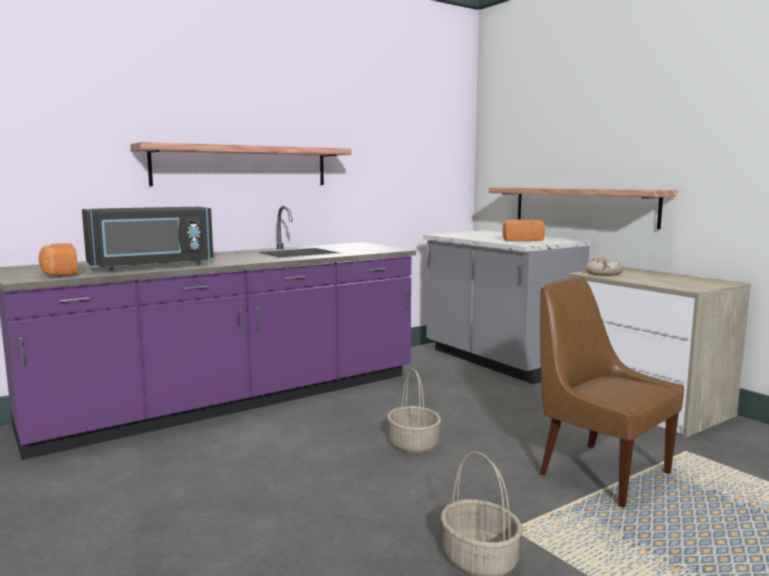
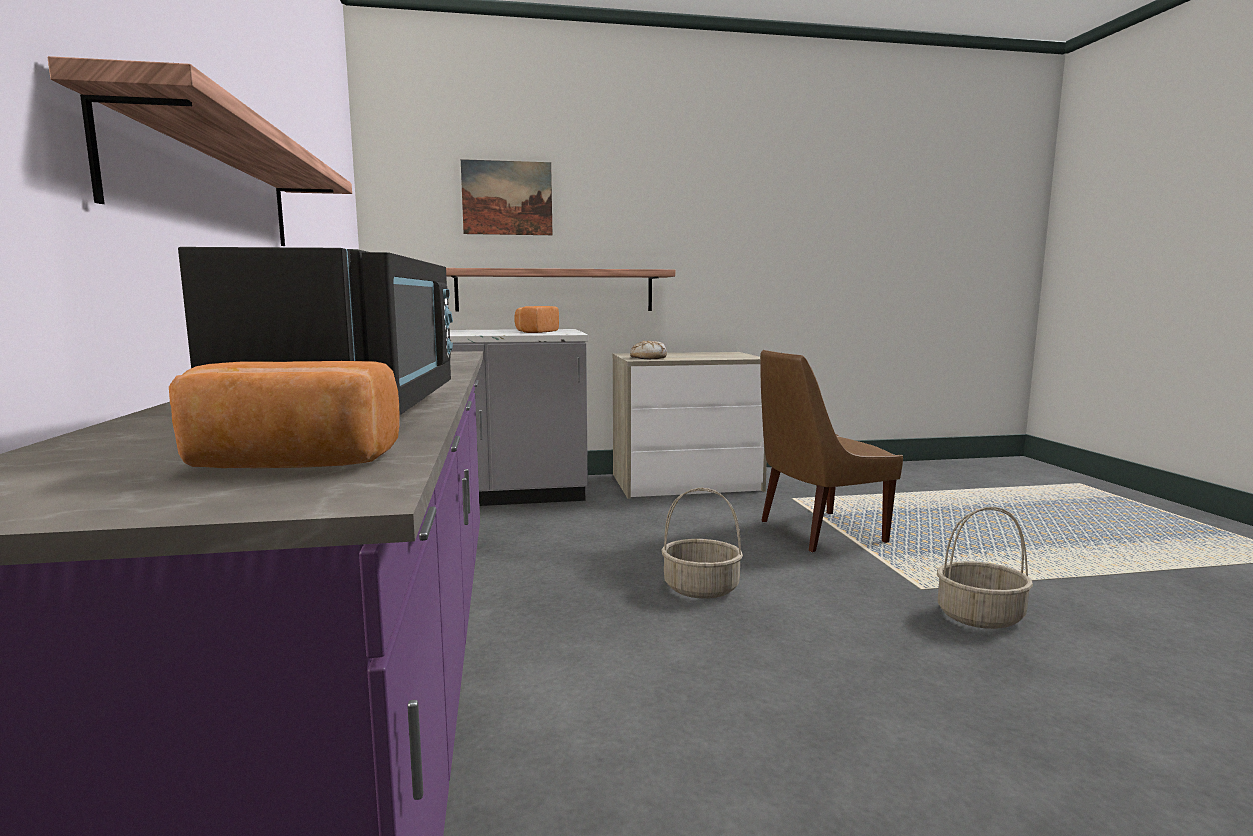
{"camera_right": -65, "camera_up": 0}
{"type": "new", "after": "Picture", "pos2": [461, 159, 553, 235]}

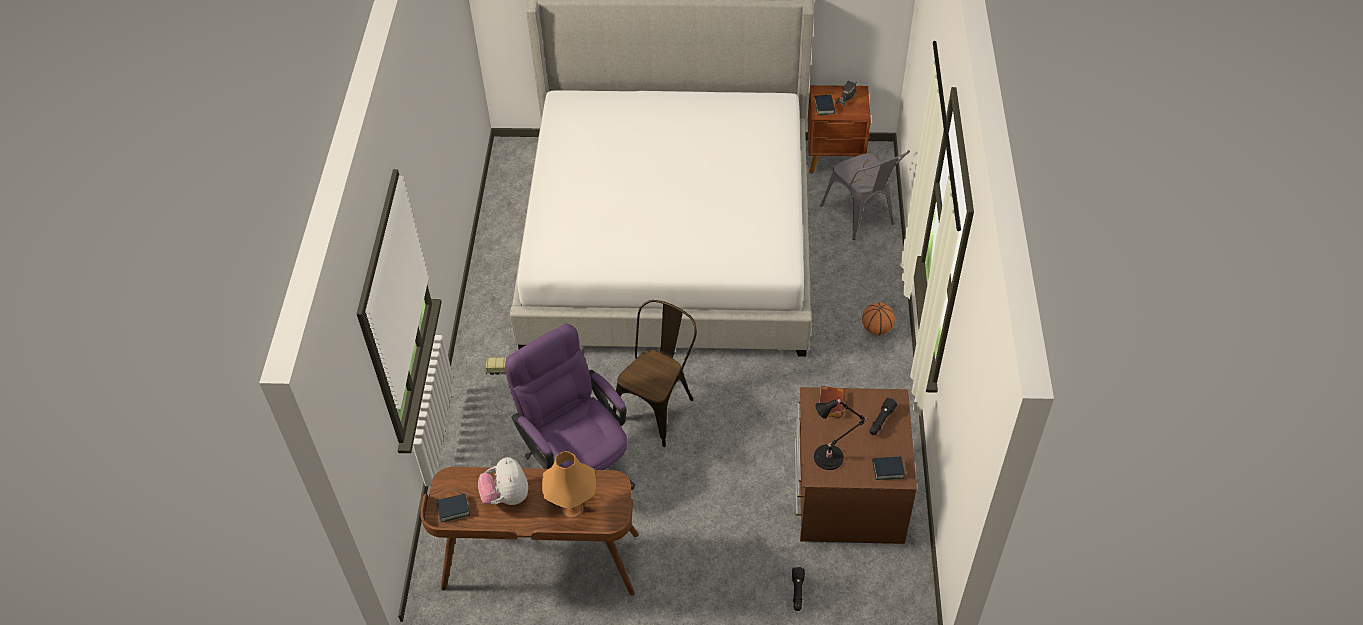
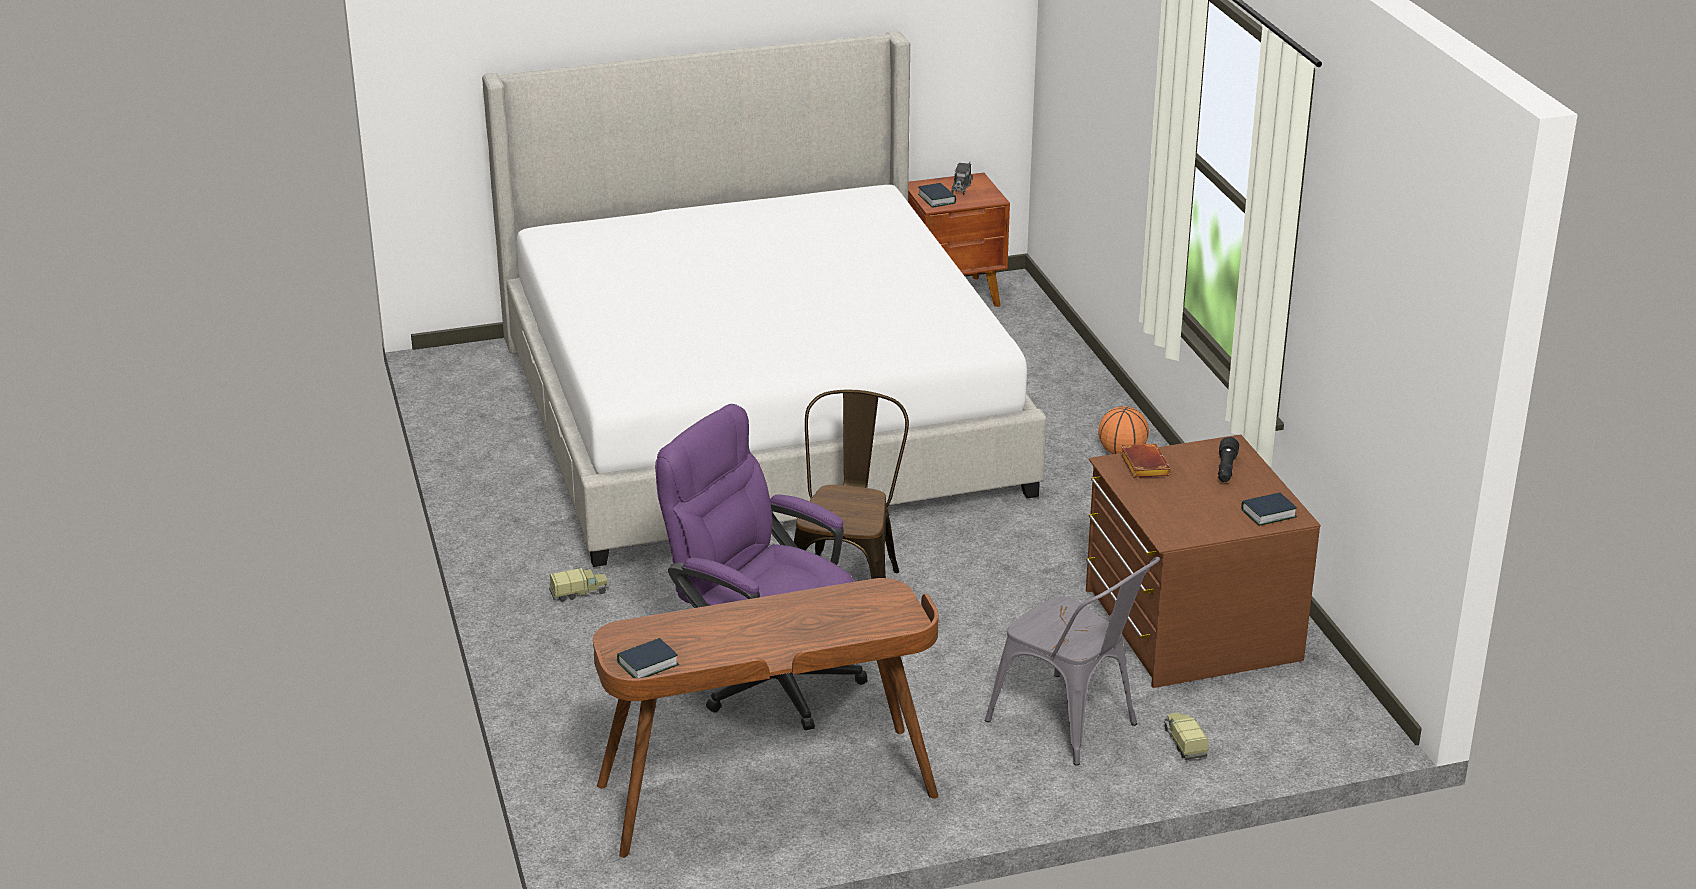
{"camera_right": -20, "camera_up": -20}
{"type": "shifted", "before": "GreyChair", "pos1": [820, 150, 910, 240], "pos2": [985, 557, 1160, 766]}
{"type": "gone", "before": "BlackTableLamp", "pos1": [814, 398, 867, 470]}
{"type": "gone", "before": "OrangeTableLamp", "pos1": [542, 451, 596, 518]}
{"type": "gone", "before": "PlushToy", "pos1": [478, 457, 528, 505]}
{"type": "swapped", "before": "BlackFlashlight", "after": "ToyTruck", "pos1": [792, 567, 805, 611], "pos2": [1164, 712, 1209, 760]}

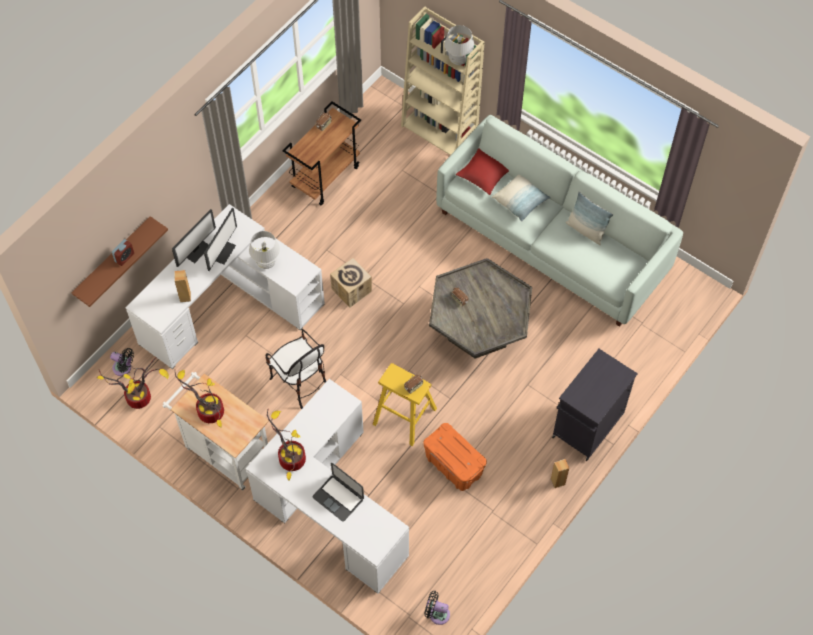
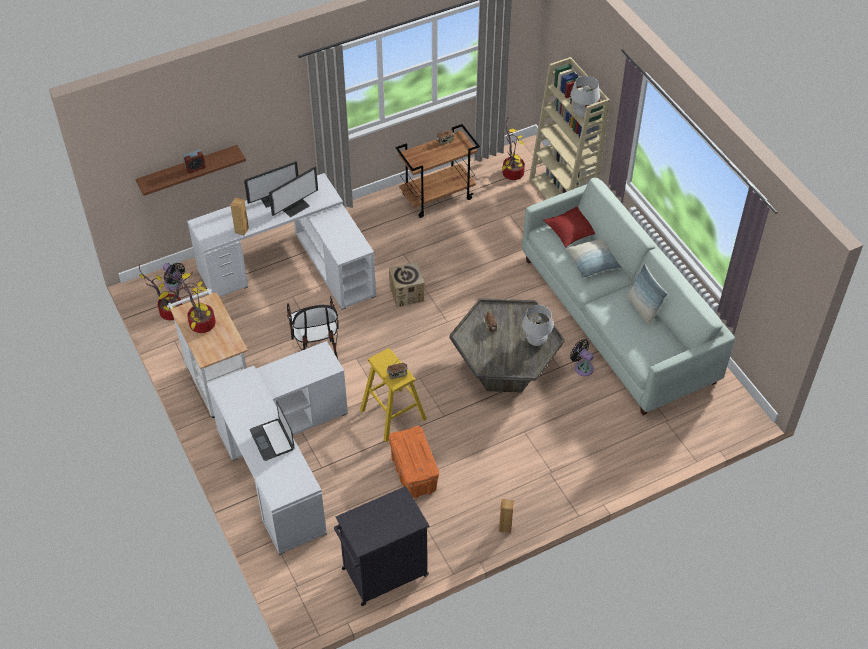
{"camera_right": 25, "camera_up": -10}
{"type": "shifted", "before": "WhiteTableLamp", "pos1": [249, 231, 280, 269], "pos2": [522, 305, 554, 346]}
{"type": "shifted", "before": "BlackCabinet", "pos1": [552, 349, 638, 461], "pos2": [334, 486, 429, 606]}
{"type": "shifted", "before": "PottedPlant", "pos1": [267, 410, 306, 480], "pos2": [502, 118, 525, 180]}
{"type": "shifted", "before": "BlackFan", "pos1": [424, 591, 450, 625], "pos2": [570, 339, 594, 376]}

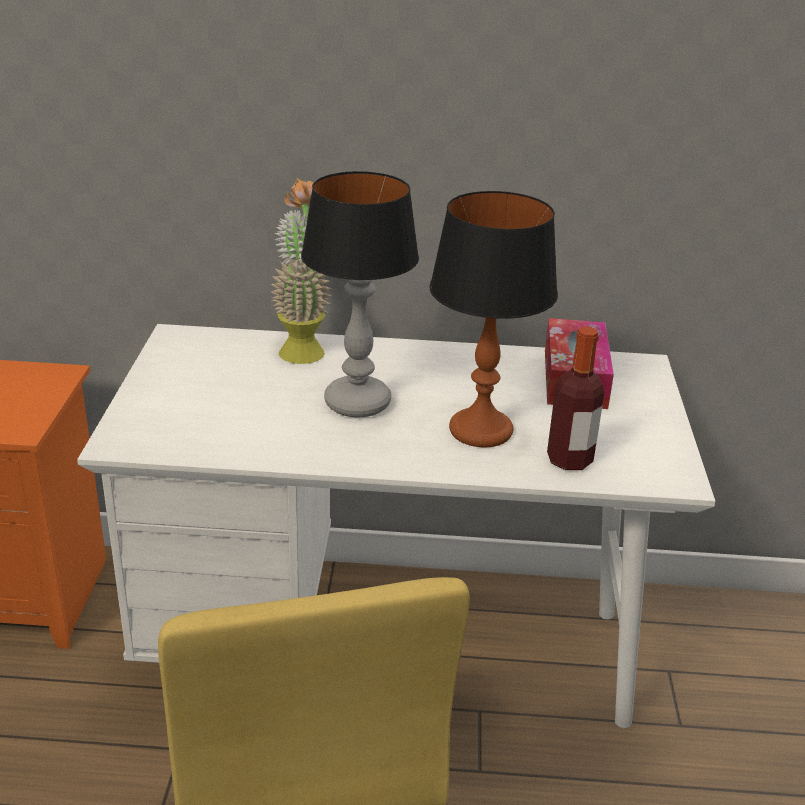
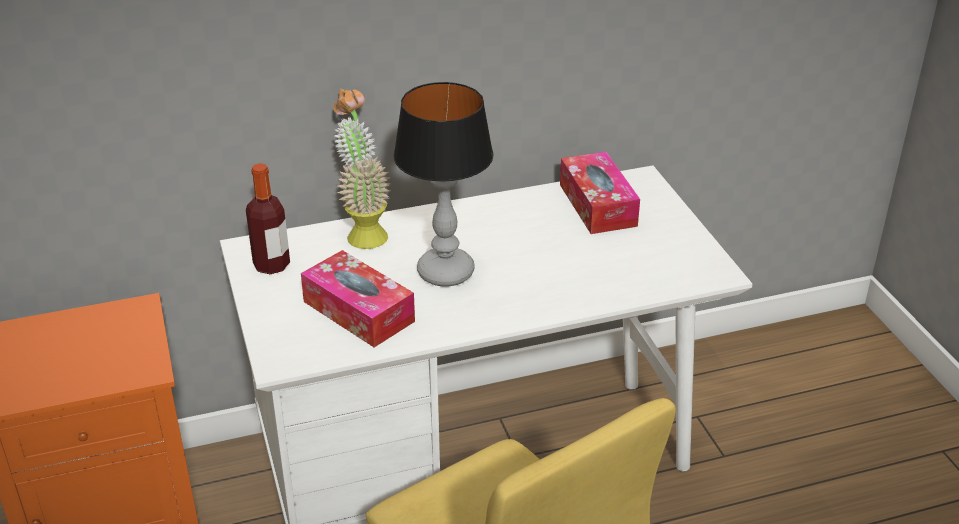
{"camera_right": -20, "camera_up": 5}
{"type": "gone", "before": "TableLamp", "pos1": [429, 191, 558, 447]}
{"type": "shifted", "before": "Bottle", "pos1": [547, 327, 604, 470], "pos2": [246, 163, 290, 274]}
{"type": "new", "after": "TissueBox", "pos2": [301, 250, 415, 347]}

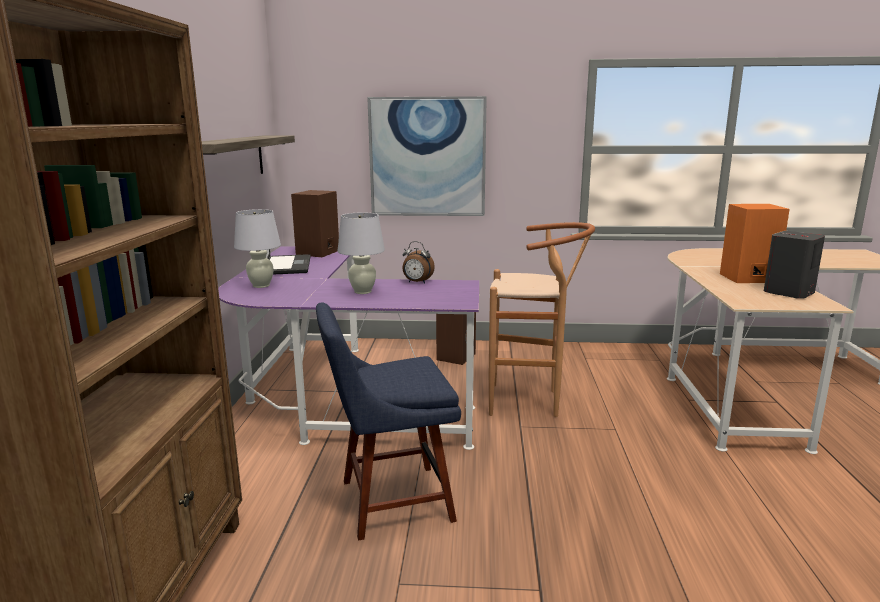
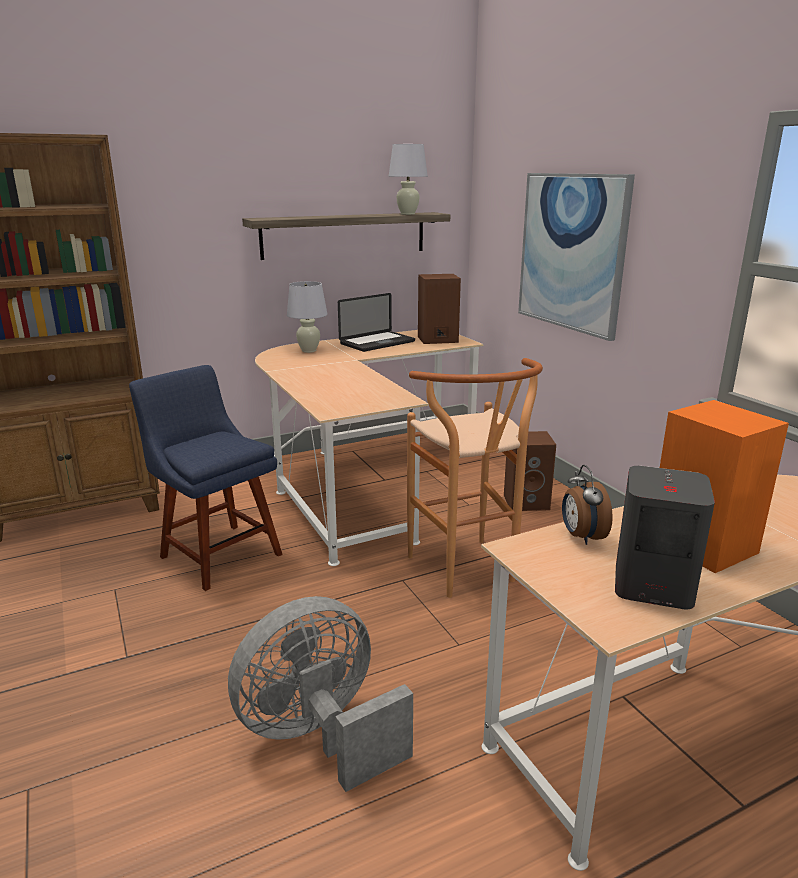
{"camera_right": 60, "camera_up": 5}
{"type": "shifted", "before": "WhiteTableLamp", "pos1": [338, 212, 385, 294], "pos2": [389, 144, 428, 215]}
{"type": "shifted", "before": "AlarmClock", "pos1": [402, 241, 435, 284], "pos2": [562, 465, 613, 545]}
{"type": "repainted", "before": "PurpleDesk", "after": "BeigeDesk", "pos1": [218, 246, 479, 450], "pos2": [255, 330, 483, 566]}
{"type": "new", "after": "GreyFan", "pos2": [228, 596, 413, 792]}

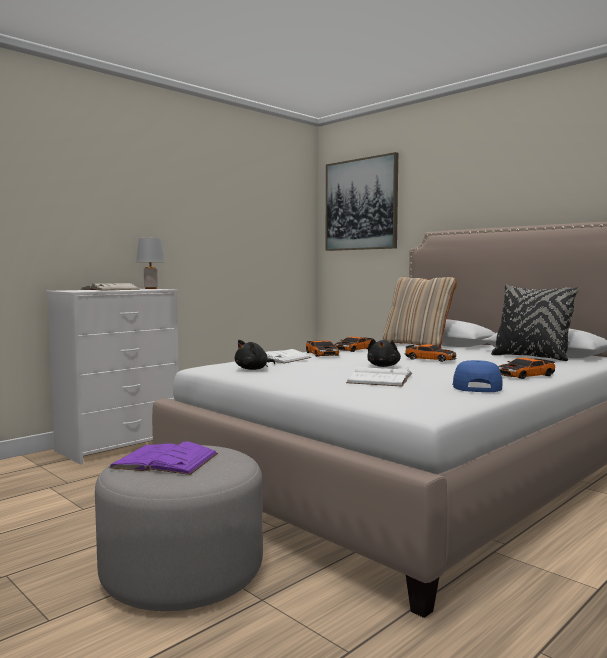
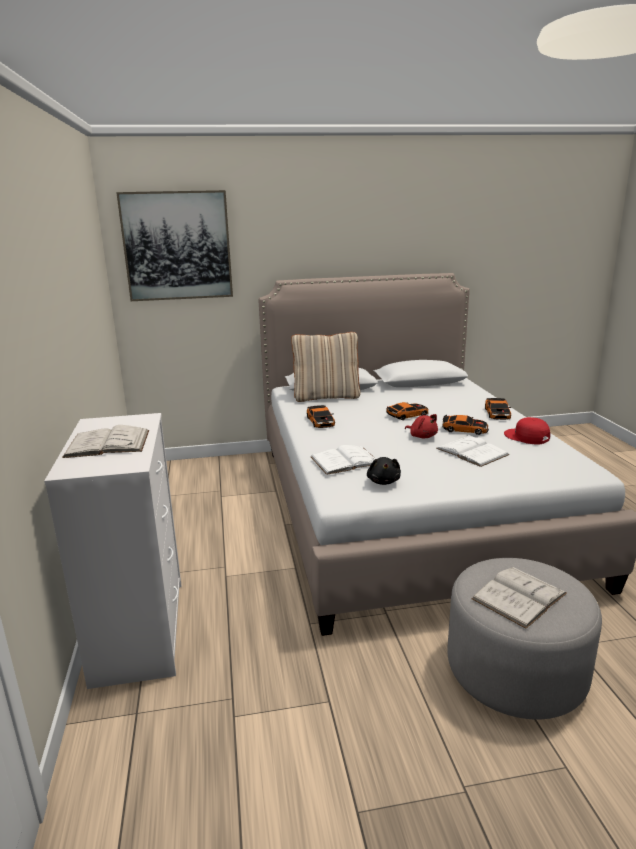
{"camera_right": -55, "camera_up": 15}
{"type": "gone", "before": "GreyTableLamp", "pos1": [136, 238, 165, 289]}
{"type": "gone", "before": "BlackPillow", "pos1": [491, 285, 579, 361]}
{"type": "repainted", "before": "BlackPlushToy", "after": "RedPlushToy", "pos1": [367, 339, 401, 367], "pos2": [405, 414, 438, 438]}
{"type": "shifted", "before": "ToyCar", "pos1": [306, 341, 339, 357], "pos2": [442, 415, 489, 435]}
{"type": "repainted", "before": "BlueCap", "after": "RedCap", "pos1": [452, 360, 503, 392], "pos2": [504, 417, 550, 444]}
{"type": "repainted", "before": "PurpleBook", "after": "WhiteBook", "pos1": [108, 441, 218, 475], "pos2": [471, 567, 567, 629]}

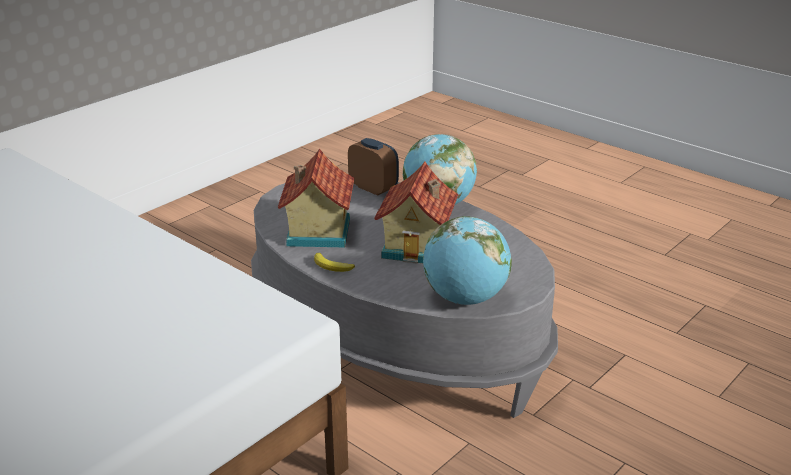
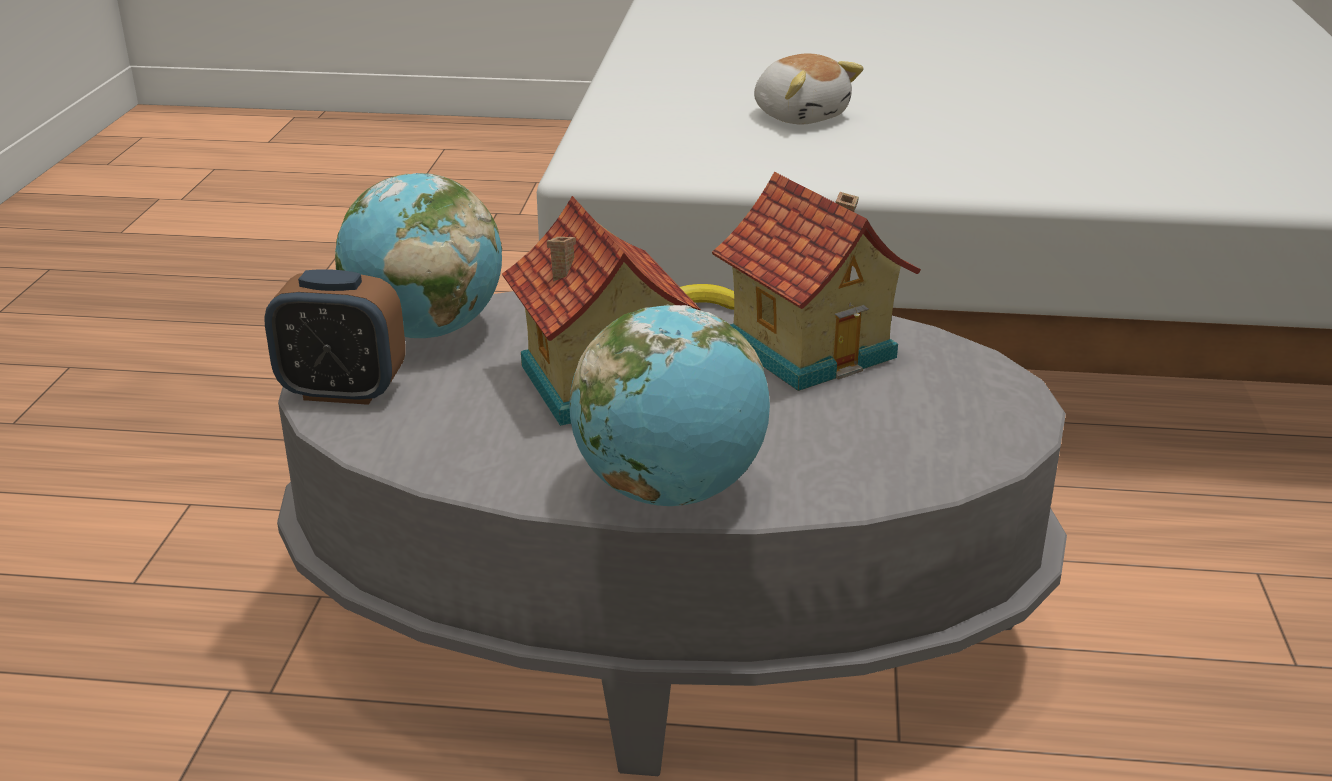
{"camera_right": 145, "camera_up": 0}
{"type": "shifted", "before": "AlarmClock", "pos1": [348, 138, 399, 196], "pos2": [264, 269, 406, 405]}
{"type": "new", "after": "PlushToy", "pos2": [754, 53, 864, 124]}

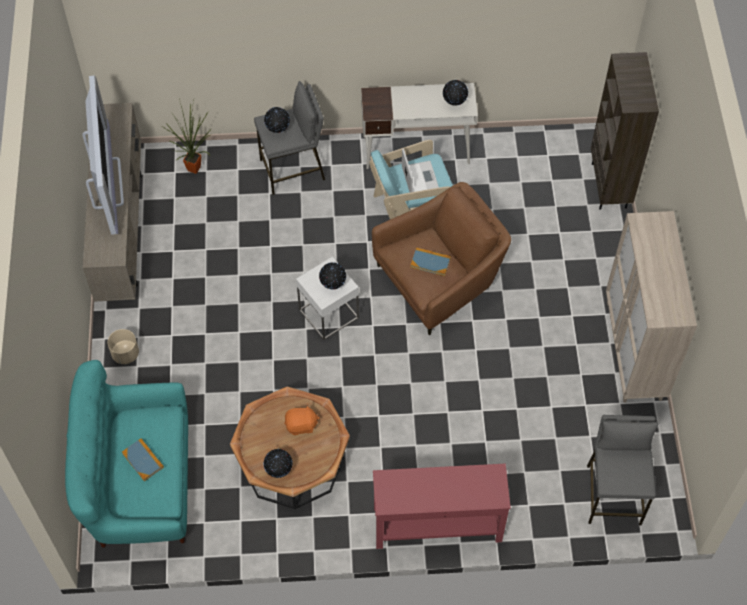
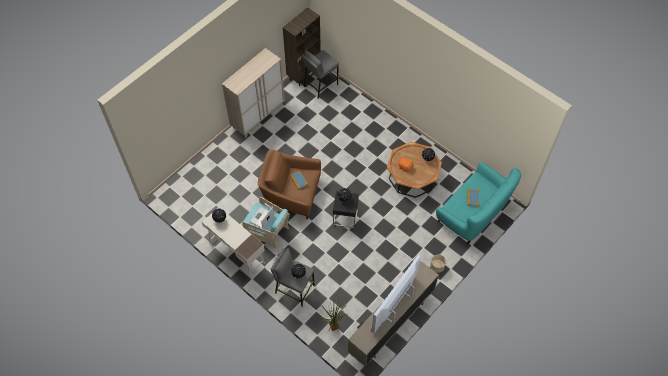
{"camera_right": -135, "camera_up": 0}
{"type": "shifted", "before": "BrownBookcase", "pos1": [591, 52, 659, 210], "pos2": [283, 7, 321, 86]}
{"type": "repainted", "before": "WhiteSideTable", "after": "BlackSideTable", "pos1": [296, 256, 359, 340], "pos2": [333, 191, 359, 228]}
{"type": "gone", "before": "RedConsoleTable", "pos1": [373, 463, 511, 549]}

